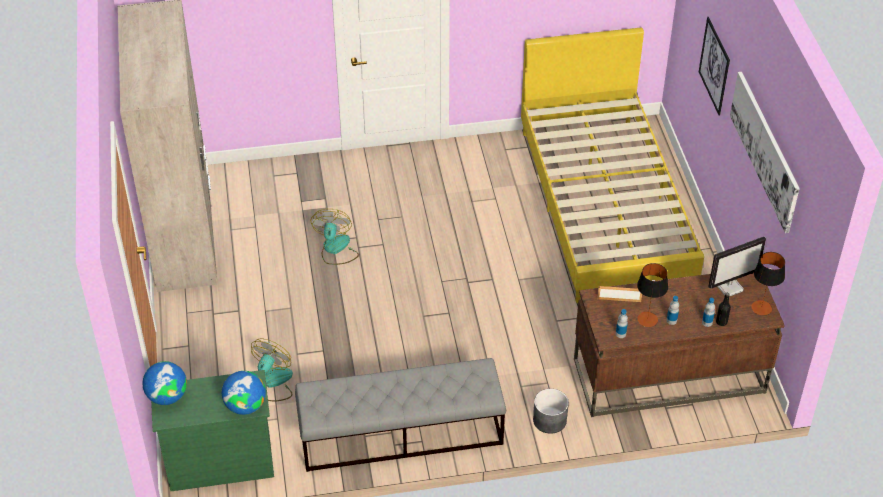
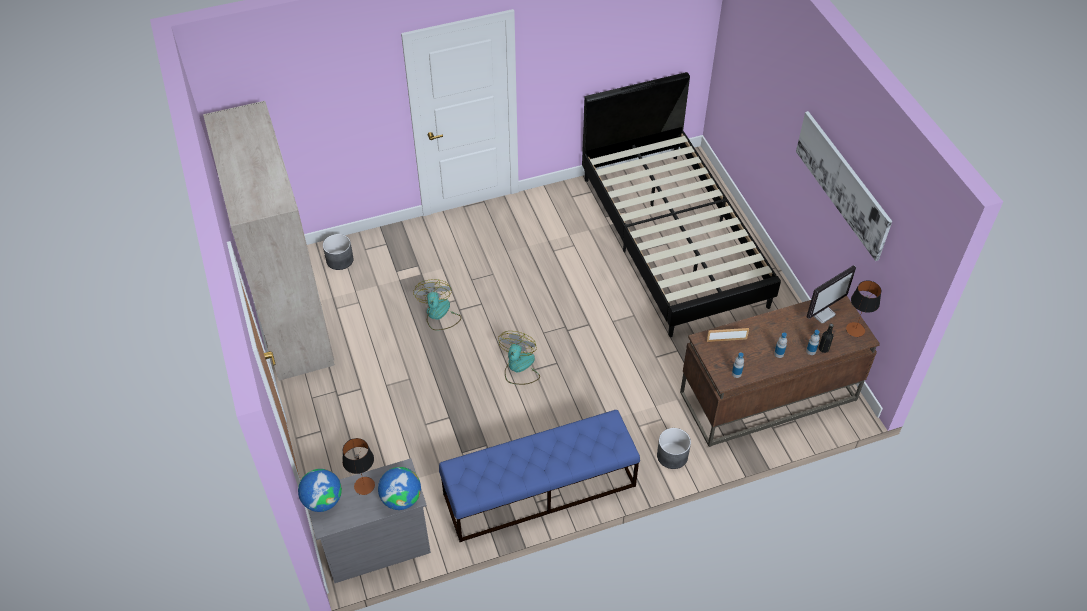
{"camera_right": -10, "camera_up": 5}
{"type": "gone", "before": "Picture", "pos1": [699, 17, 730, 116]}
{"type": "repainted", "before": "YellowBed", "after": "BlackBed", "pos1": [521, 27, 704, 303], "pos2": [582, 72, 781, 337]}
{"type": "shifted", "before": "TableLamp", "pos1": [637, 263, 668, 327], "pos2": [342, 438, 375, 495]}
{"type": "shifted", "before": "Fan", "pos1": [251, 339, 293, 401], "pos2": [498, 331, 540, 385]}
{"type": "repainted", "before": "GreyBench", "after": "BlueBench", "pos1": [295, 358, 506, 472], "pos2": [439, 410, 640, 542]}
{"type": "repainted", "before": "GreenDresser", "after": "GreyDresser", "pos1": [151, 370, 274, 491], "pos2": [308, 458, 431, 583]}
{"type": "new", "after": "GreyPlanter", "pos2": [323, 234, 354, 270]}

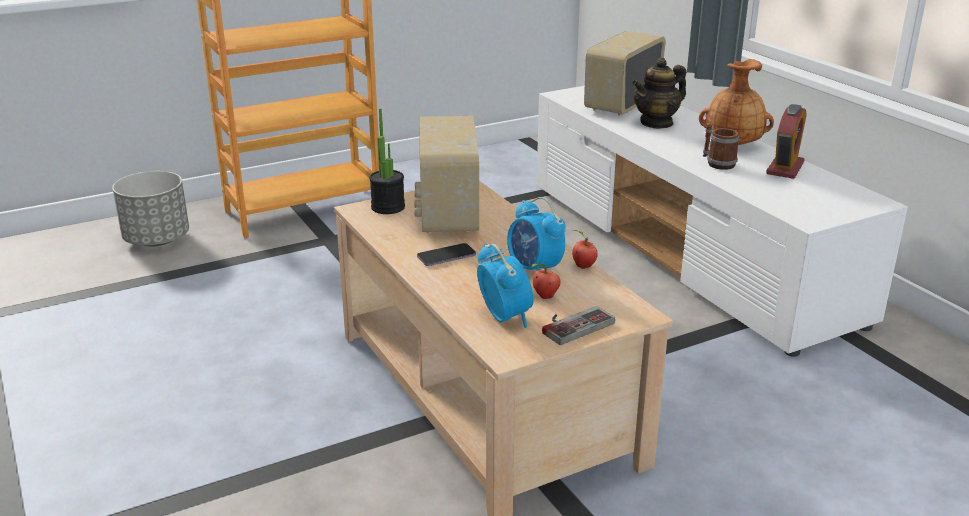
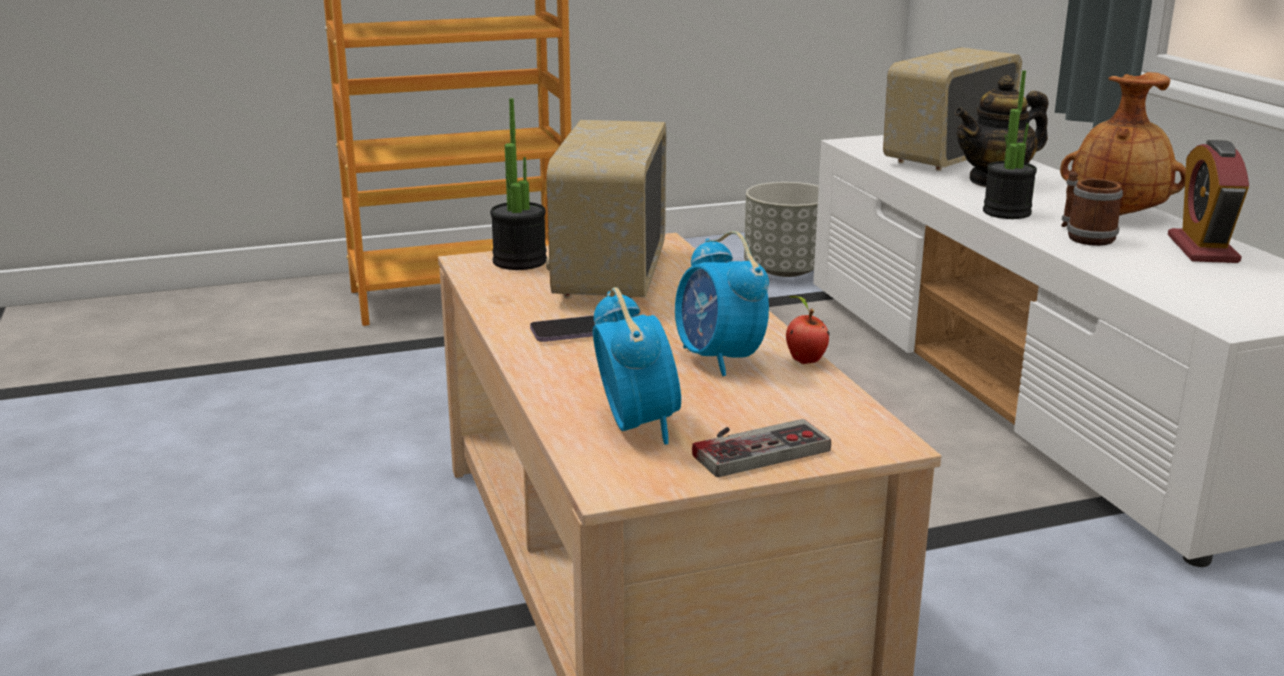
{"camera_right": 10, "camera_up": -5}
{"type": "rotated", "before": "AlarmClock", "pos1": [766, 104, 807, 179], "pos2": [1168, 140, 1249, 263], "turn": 150}
{"type": "shifted", "before": "GreyPlanter", "pos1": [112, 171, 189, 246], "pos2": [744, 182, 819, 277]}
{"type": "gone", "before": "Apple", "pos1": [531, 263, 561, 299]}
{"type": "new", "after": "PottedPlant", "pos2": [983, 70, 1037, 219]}

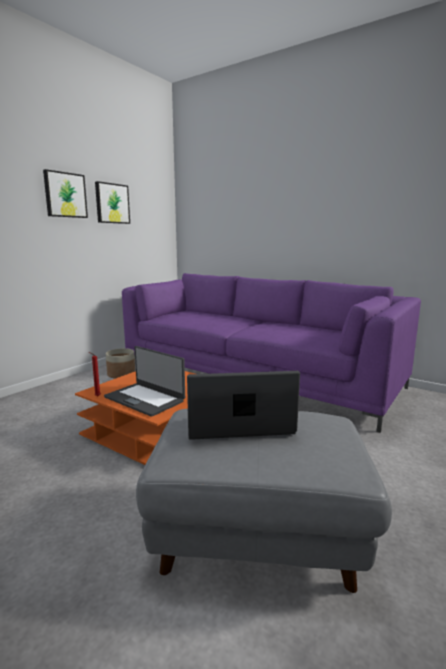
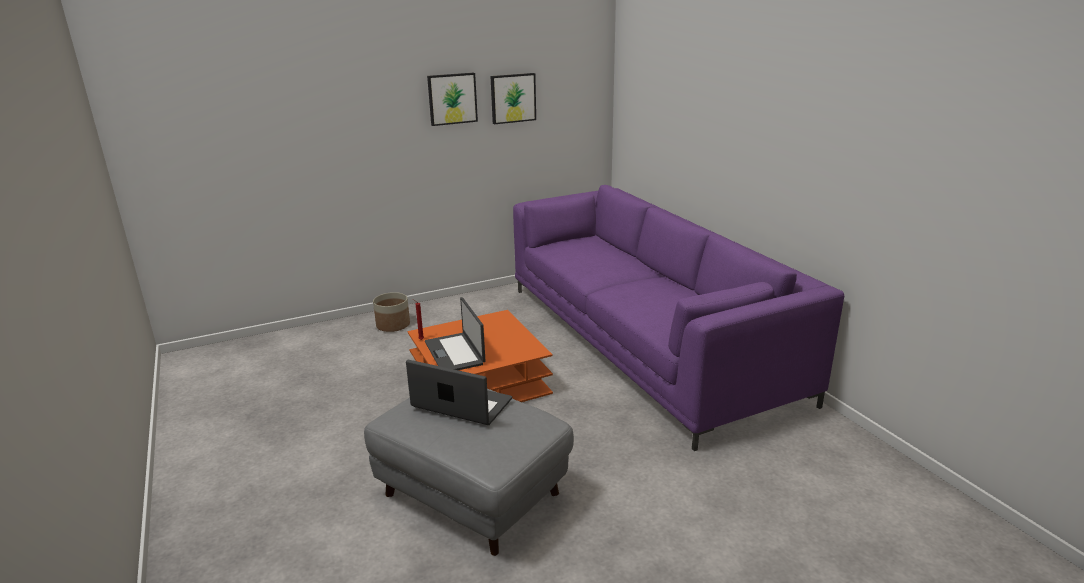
{"camera_right": 30, "camera_up": 10}
{"type": "shifted", "before": "Planter", "pos1": [106, 348, 135, 379], "pos2": [373, 292, 410, 332]}

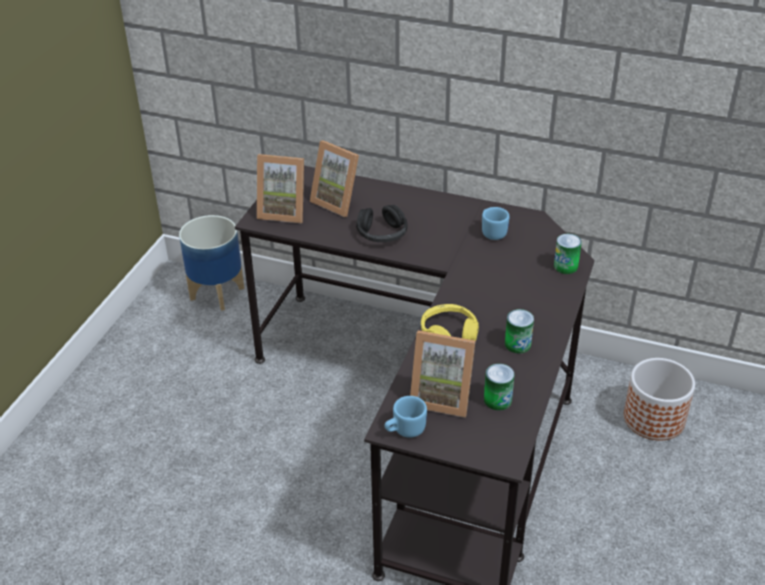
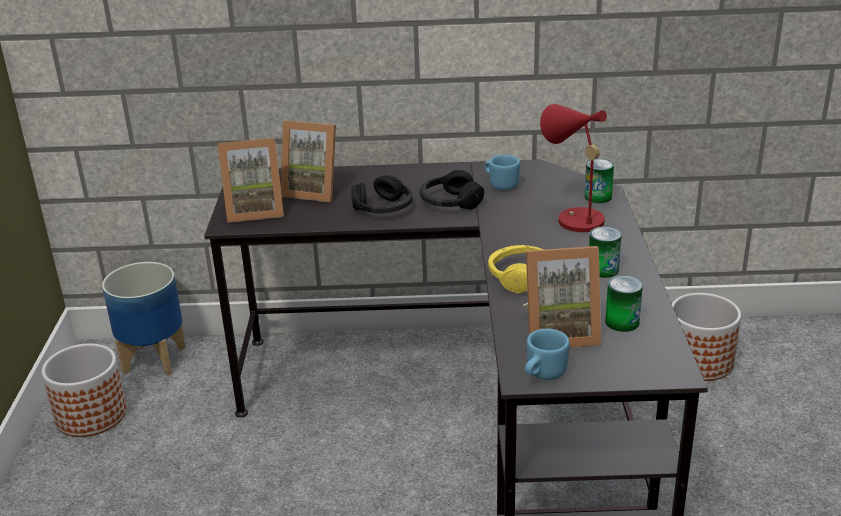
{"camera_right": -20, "camera_up": -10}
{"type": "new", "after": "RedTableLamp", "pos2": [540, 104, 607, 232]}
{"type": "new", "after": "BlackHeadphones", "pos2": [420, 170, 484, 210]}
{"type": "new", "after": "Planter", "pos2": [42, 343, 127, 437]}

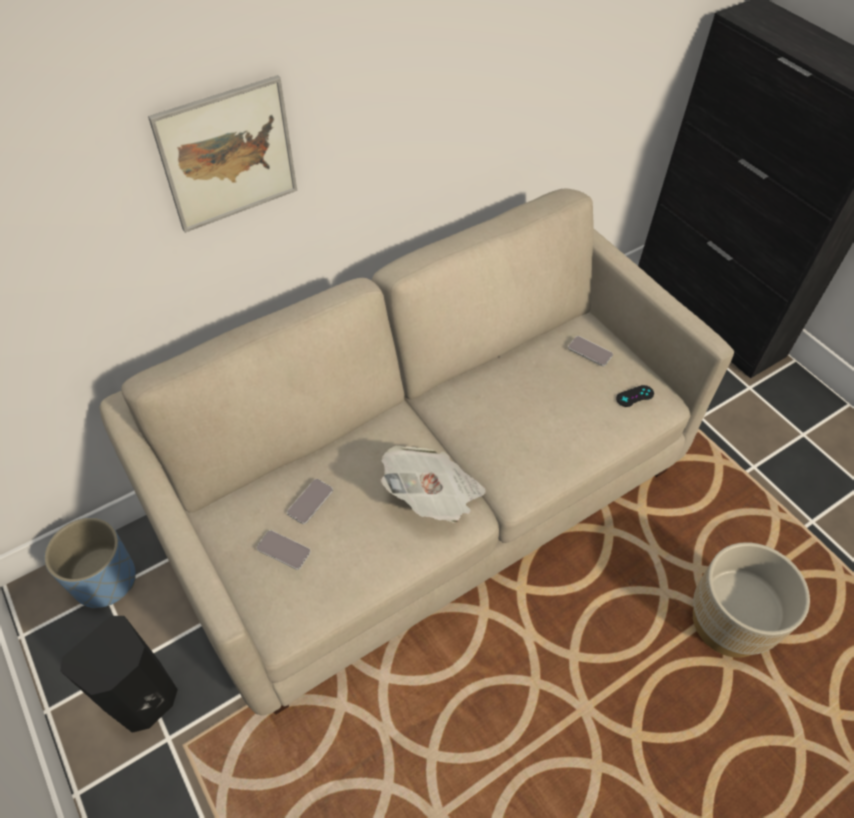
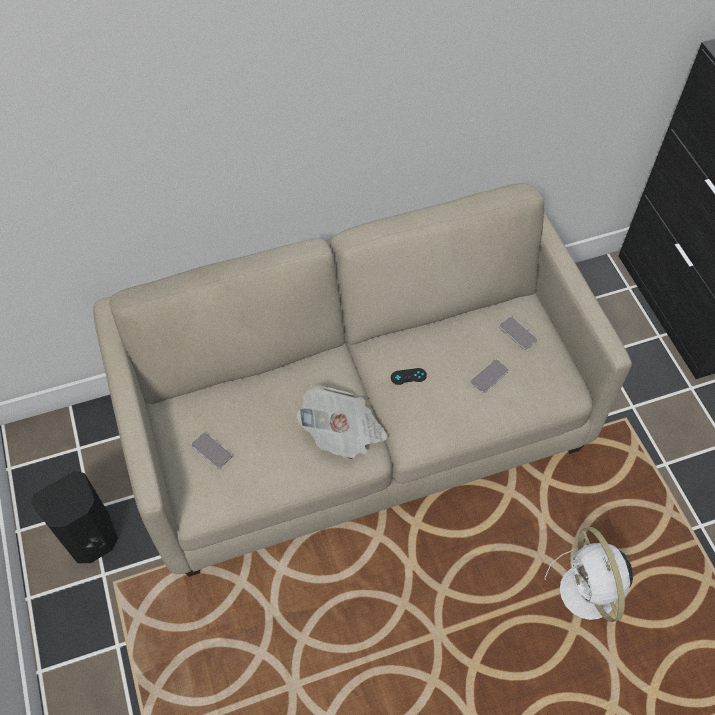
{"camera_right": 15, "camera_up": 5}
{"type": "gone", "before": "Picture", "pos1": [148, 75, 297, 233]}
{"type": "shifted", "before": "BlackGameController", "pos1": [616, 385, 654, 407], "pos2": [391, 368, 427, 385]}
{"type": "shifted", "before": "Phone", "pos1": [287, 479, 333, 524], "pos2": [470, 359, 509, 393]}
{"type": "gone", "before": "BluePlanter", "pos1": [44, 518, 136, 609]}
{"type": "swapped", "before": "BeigePlanter", "after": "WhiteFan", "pos1": [693, 542, 810, 658], "pos2": [545, 527, 633, 622]}

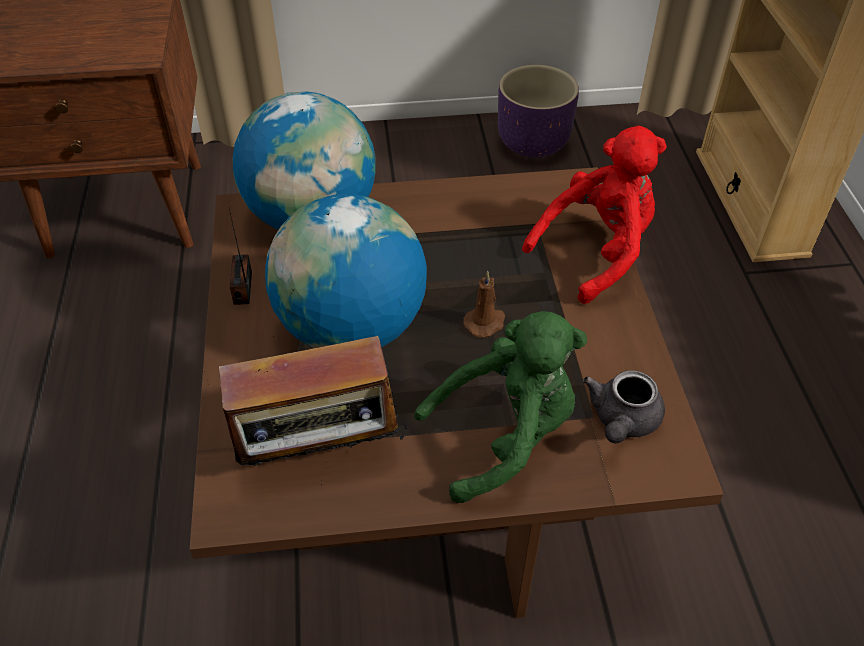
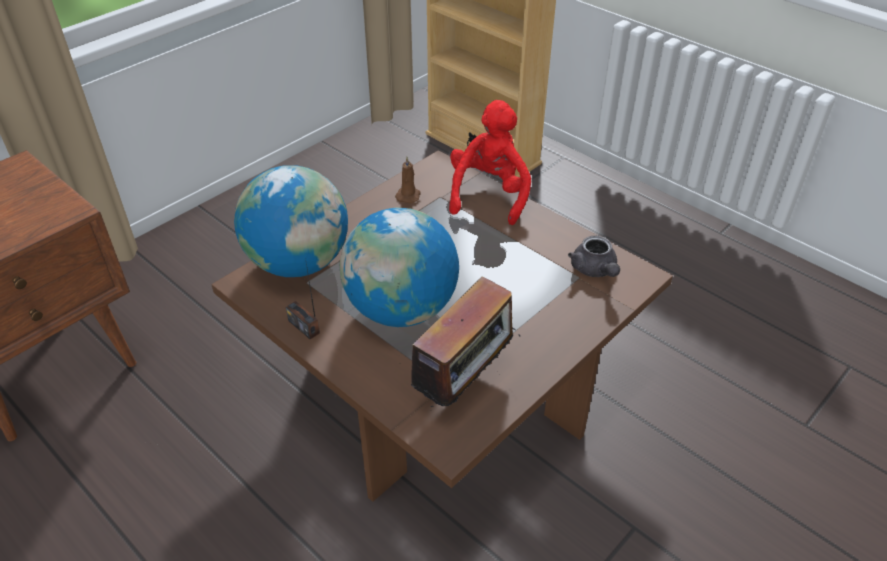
{"camera_right": -40, "camera_up": -5}
{"type": "gone", "before": "PurplePlanter", "pos1": [498, 65, 579, 158]}
{"type": "shifted", "before": "BrownCandle", "pos1": [463, 271, 505, 337], "pos2": [395, 157, 421, 203]}
{"type": "gone", "before": "GreenPlushToy", "pos1": [414, 311, 587, 503]}

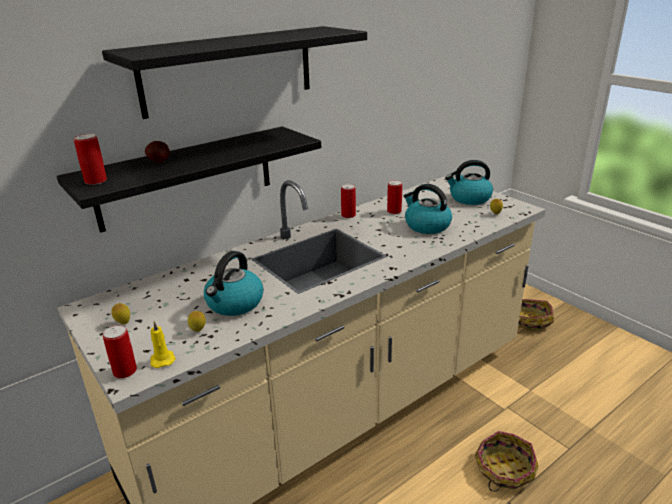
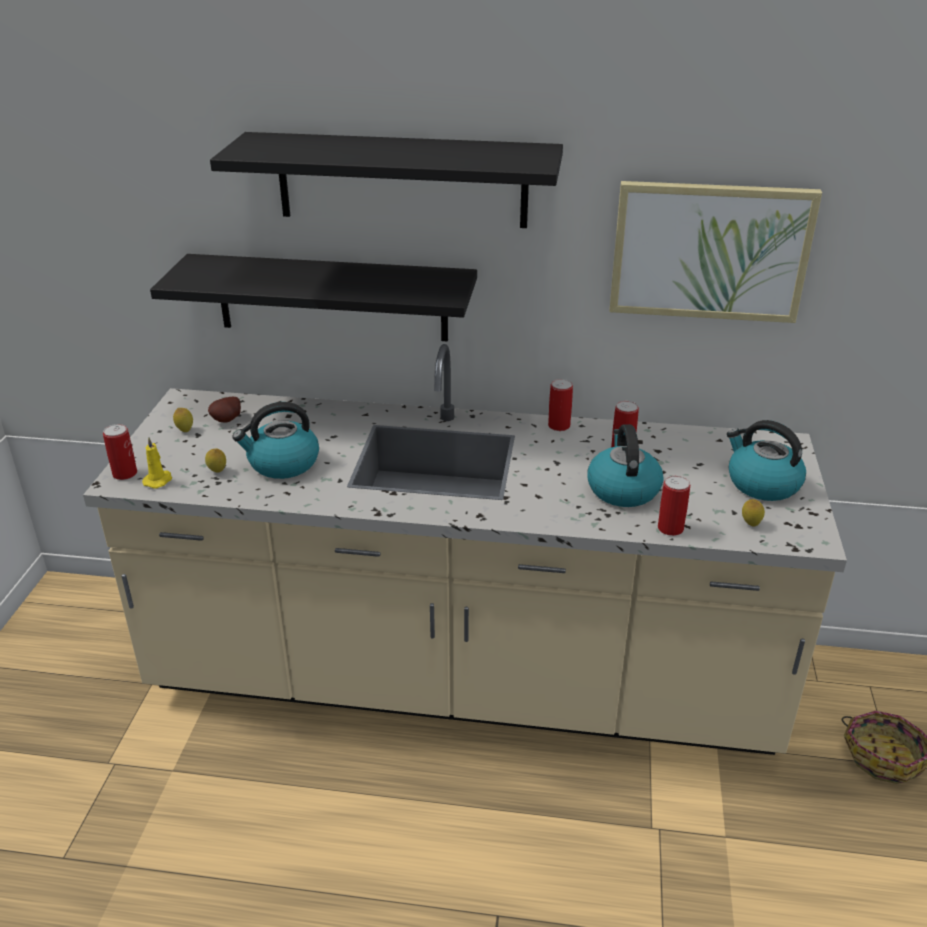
{"camera_right": 45, "camera_up": 5}
{"type": "shifted", "before": "Can", "pos1": [74, 133, 107, 185], "pos2": [658, 476, 690, 536]}
{"type": "shifted", "before": "Potato", "pos1": [145, 141, 170, 163], "pos2": [208, 396, 241, 422]}
{"type": "gone", "before": "Basket", "pos1": [475, 431, 538, 492]}
{"type": "new", "after": "Picture", "pos2": [609, 181, 822, 323]}

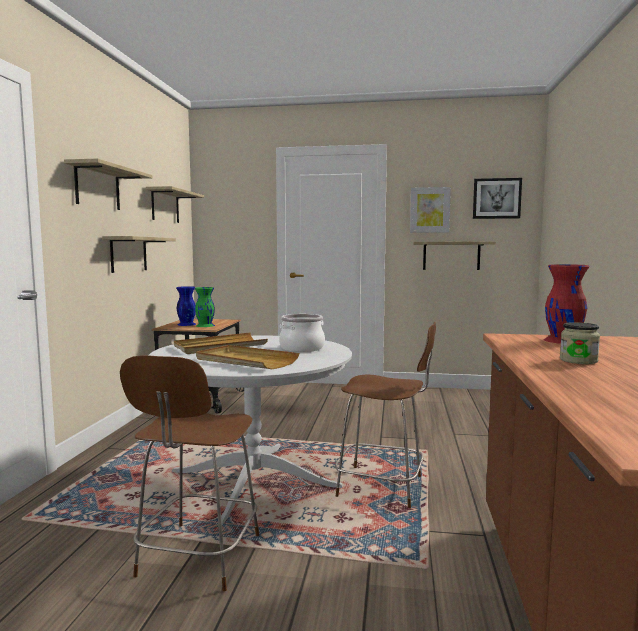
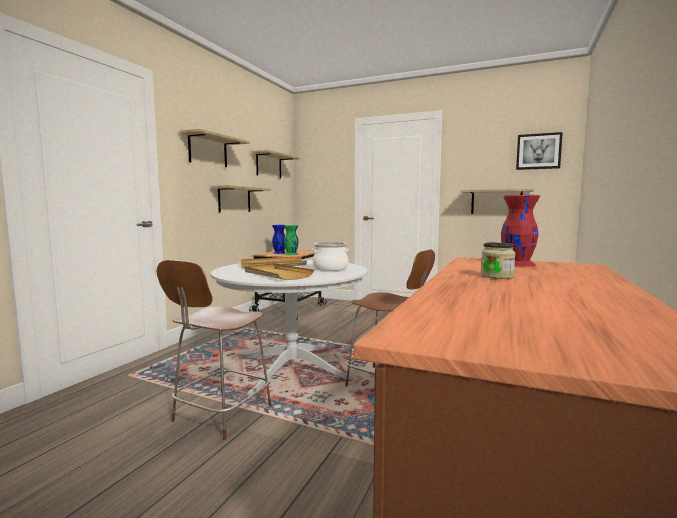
{"camera_right": 15, "camera_up": 0}
{"type": "gone", "before": "Picture", "pos1": [410, 187, 451, 233]}

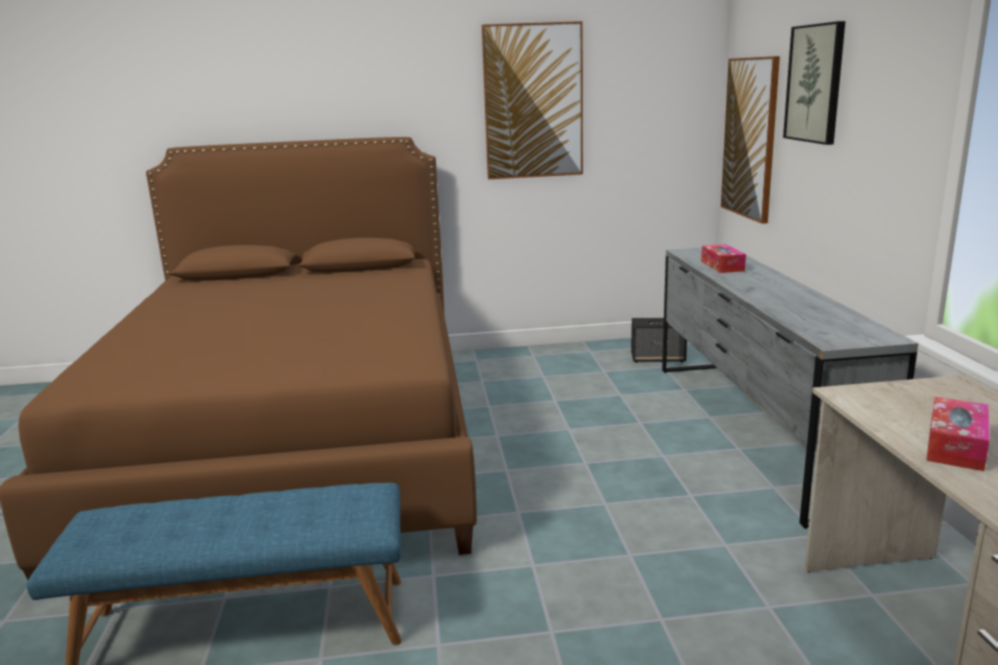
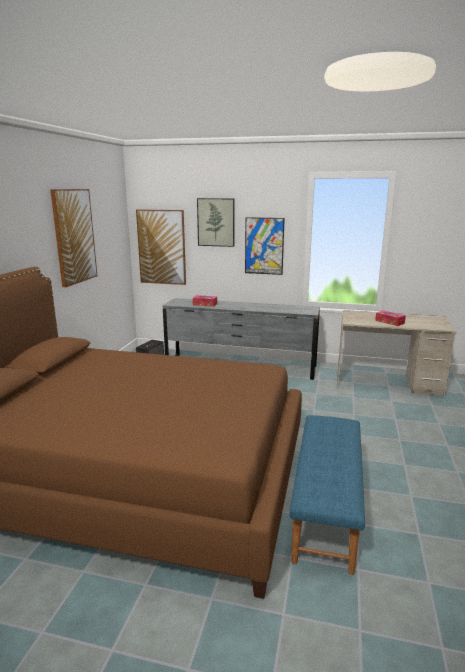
{"camera_right": -70, "camera_up": 0}
{"type": "new", "after": "Picture", "pos2": [245, 217, 285, 275]}

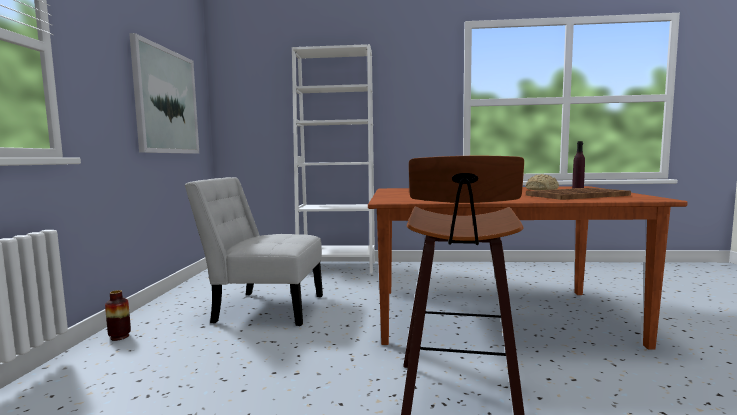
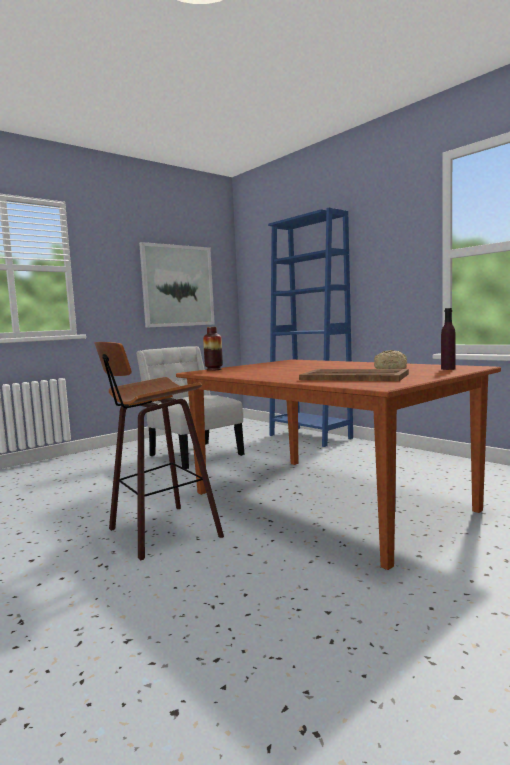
{"camera_right": 45, "camera_up": 0}
{"type": "repainted", "before": "WhiteBookcase", "after": "BlueBookcase", "pos1": [292, 44, 375, 274], "pos2": [268, 208, 353, 447]}
{"type": "shifted", "before": "Vase", "pos1": [105, 290, 131, 341], "pos2": [203, 327, 223, 371]}

